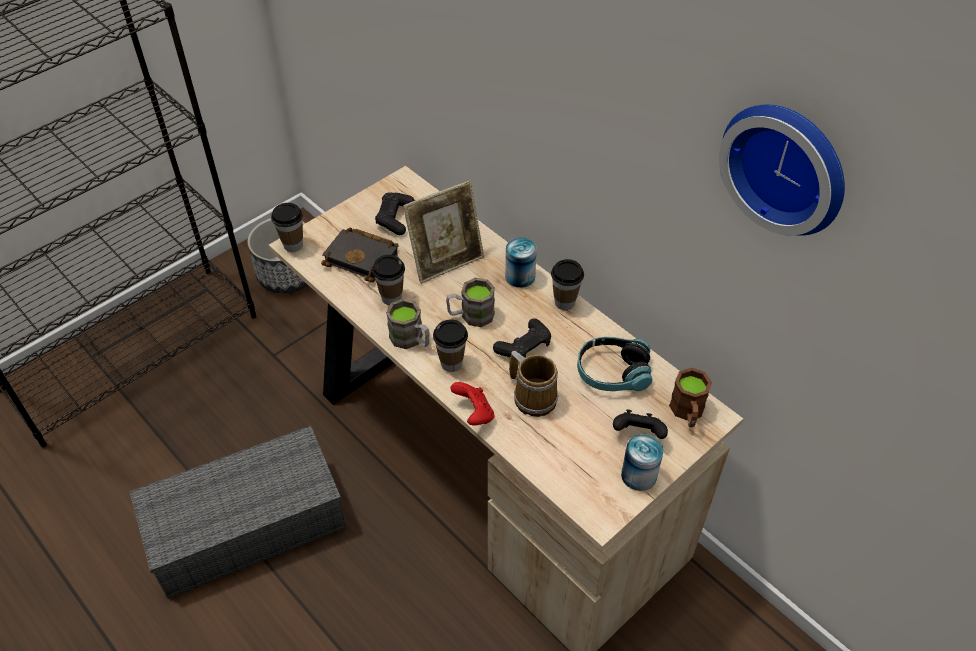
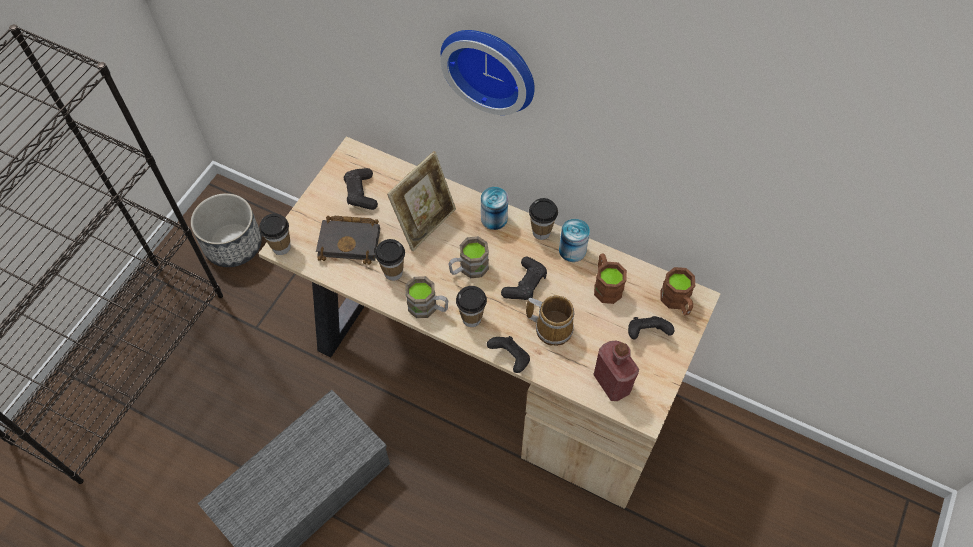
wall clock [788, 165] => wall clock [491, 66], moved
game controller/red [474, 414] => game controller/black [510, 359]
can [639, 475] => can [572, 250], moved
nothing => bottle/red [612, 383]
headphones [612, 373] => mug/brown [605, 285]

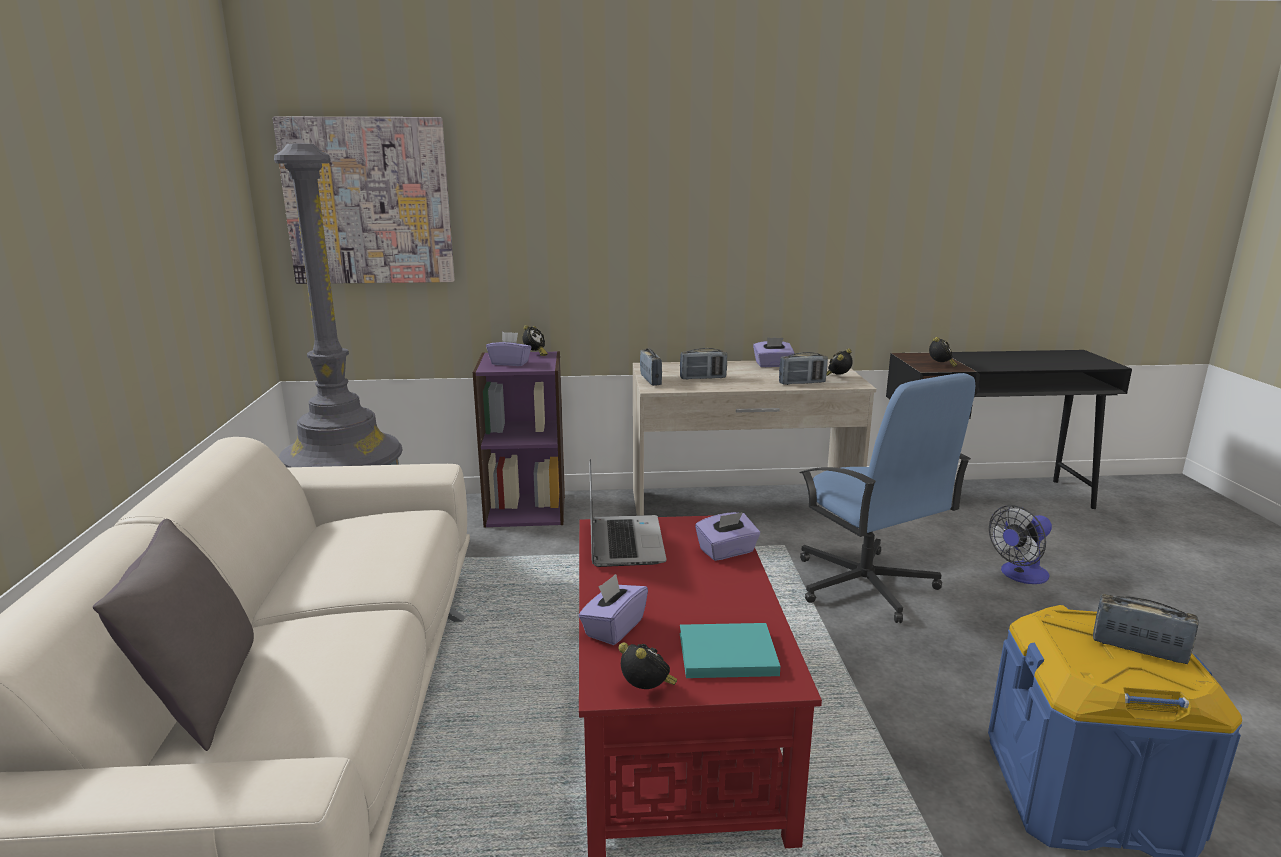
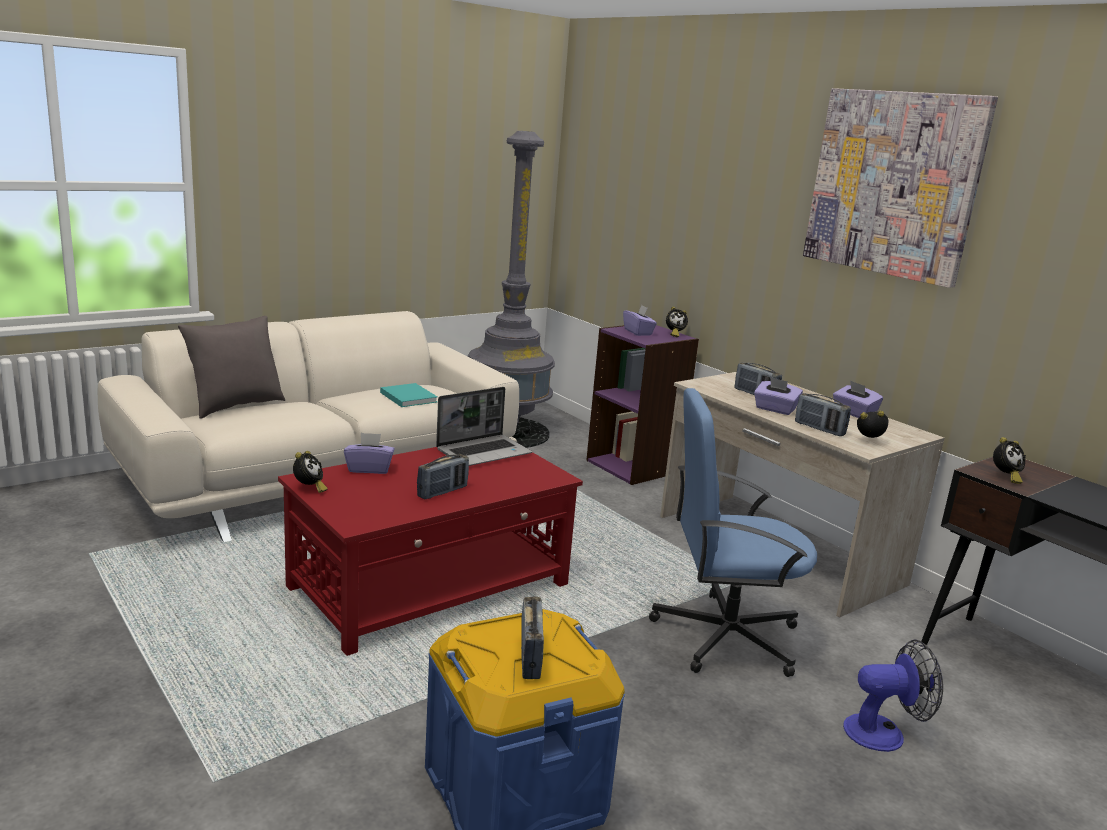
book/turquoise [724, 654] => book/turquoise [407, 397], moved
radio [650, 380] => radio [442, 492], moved
office chair/blue [865, 585] => office chair/blue [724, 636], 60 degrees clockwise
tissue box/purple [727, 551] => tissue box/purple [775, 409], moved
picture [368, 202] => picture [893, 184], moved
fan [1019, 575] => fan [884, 732], 150 degrees clockwise

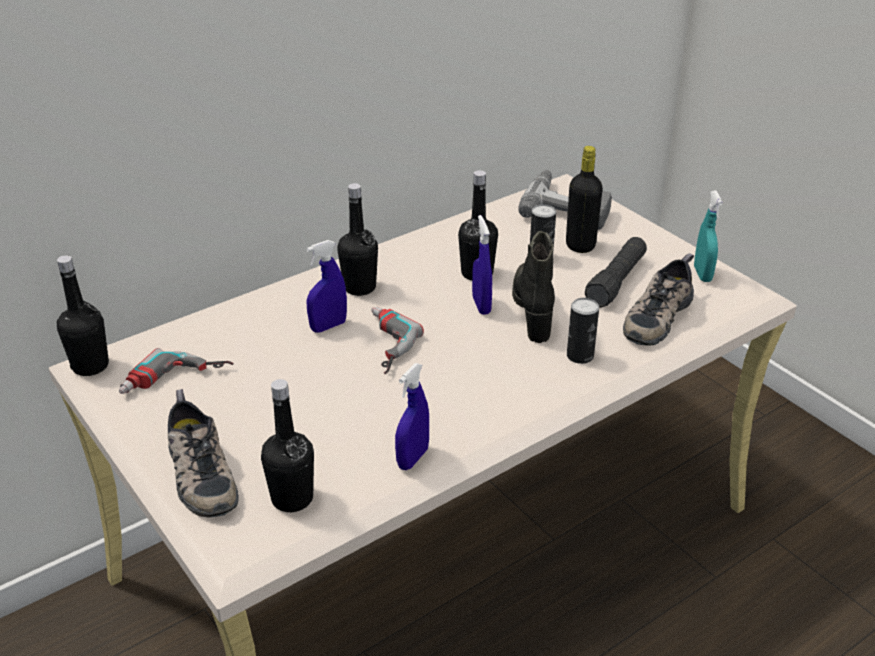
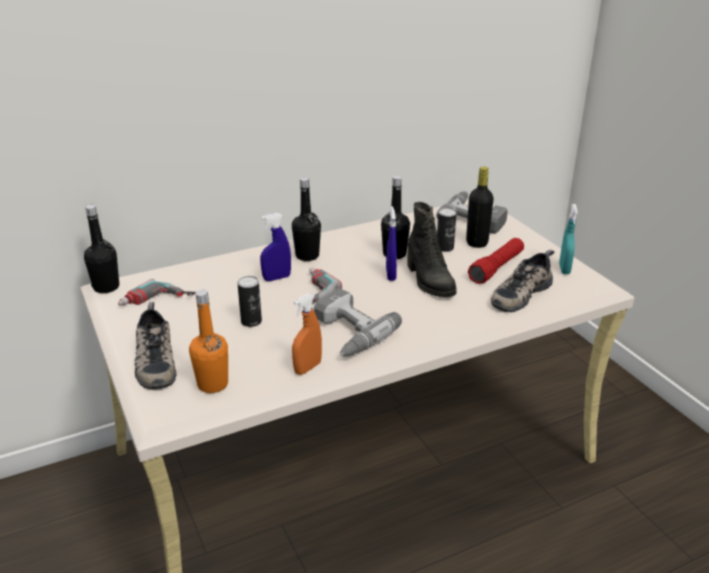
bottle/black [292, 498] => bottle/orange [213, 384]
can [580, 356] => can [251, 321], moved
spray bottle/blue [413, 458] => spray bottle/orange [307, 368]
nothing => power drill [346, 333]
boot/black [534, 310] => boot/black [429, 281], 150 degrees clockwise
flashlight/black [616, 282] => flashlight/red [496, 268]

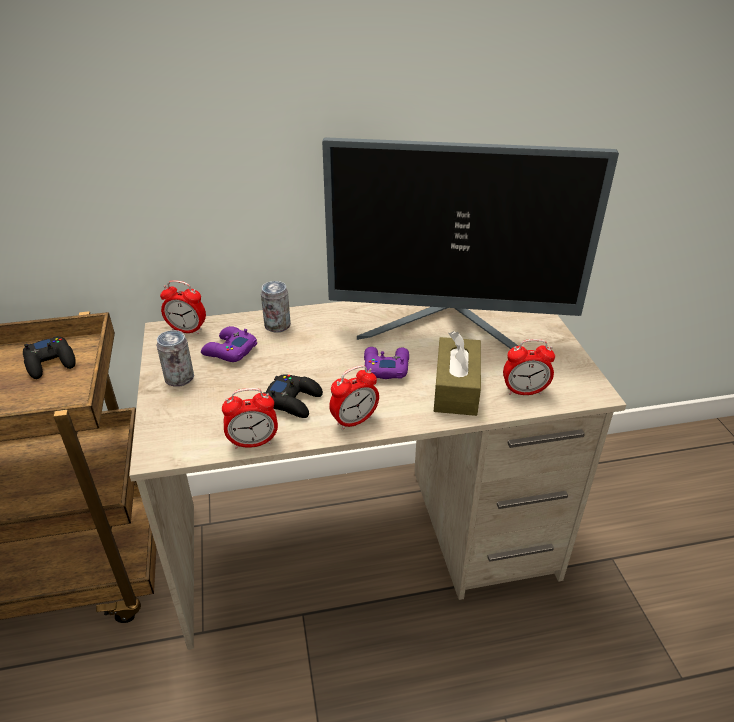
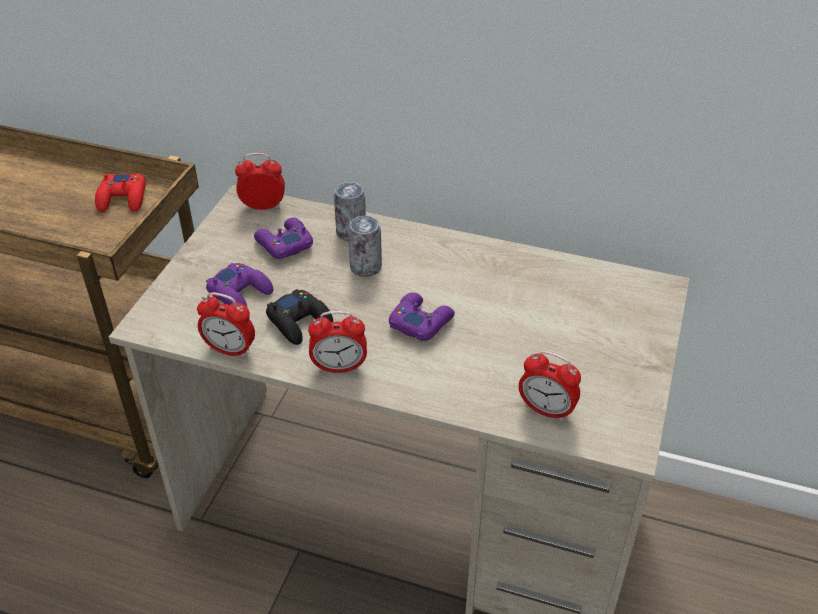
game controller/black [51, 362] => game controller/red [123, 198]
nothing => game controller/purple [240, 293]
alarm clock [187, 330] => alarm clock [263, 207], 135 degrees clockwise
can [179, 378] => can [366, 268], moved
monitor [450, 329] => nothing
tissue box/brown [456, 388] => nothing

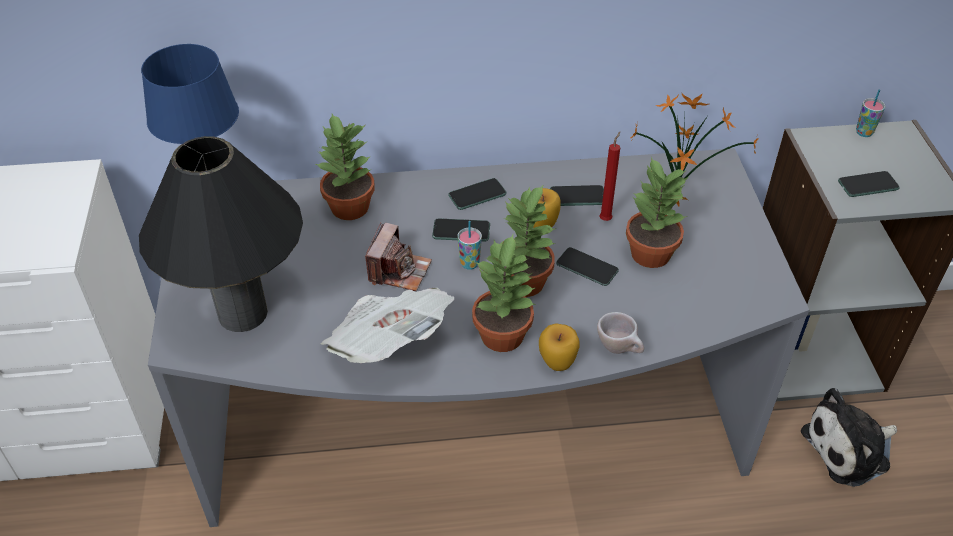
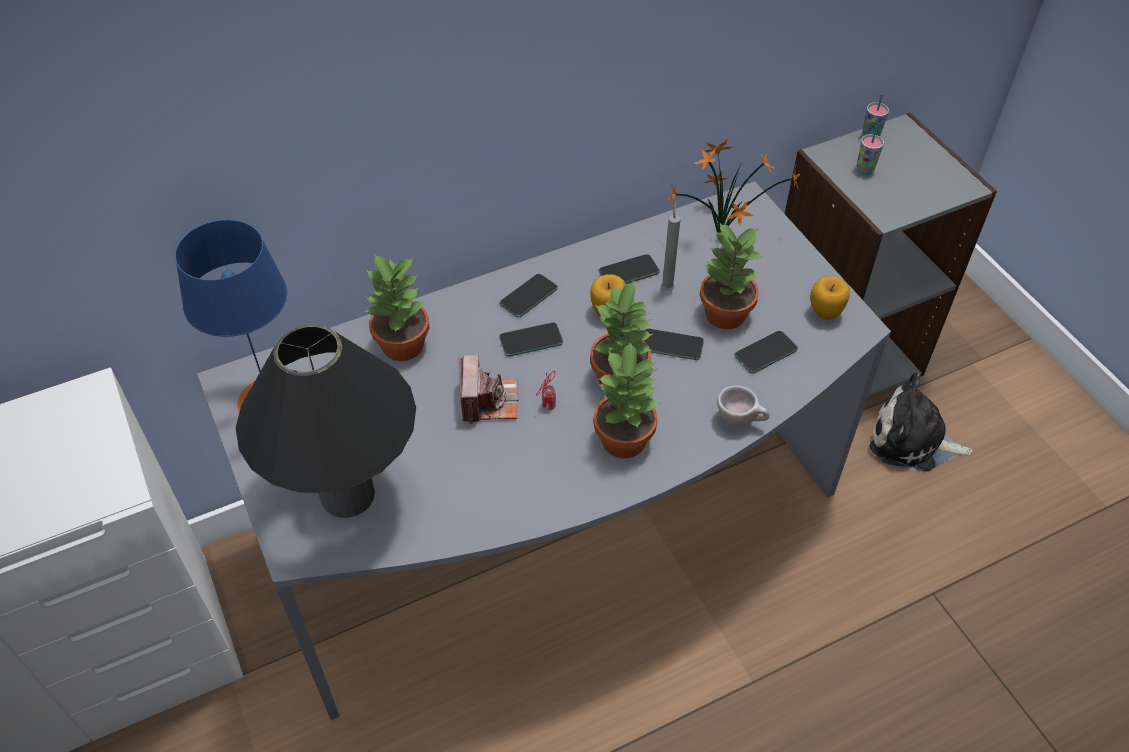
nothing => can [547, 407]
candle/red [606, 219] => candle/grey [667, 288]
phone [868, 185] => phone [765, 353], moved
apple [557, 363] => apple [825, 313], moved
cup [469, 263] => cup [864, 169], moved
plush toy [850, 449] => plush toy [912, 441], 60 degrees clockwise
newspaper [388, 344] => nothing

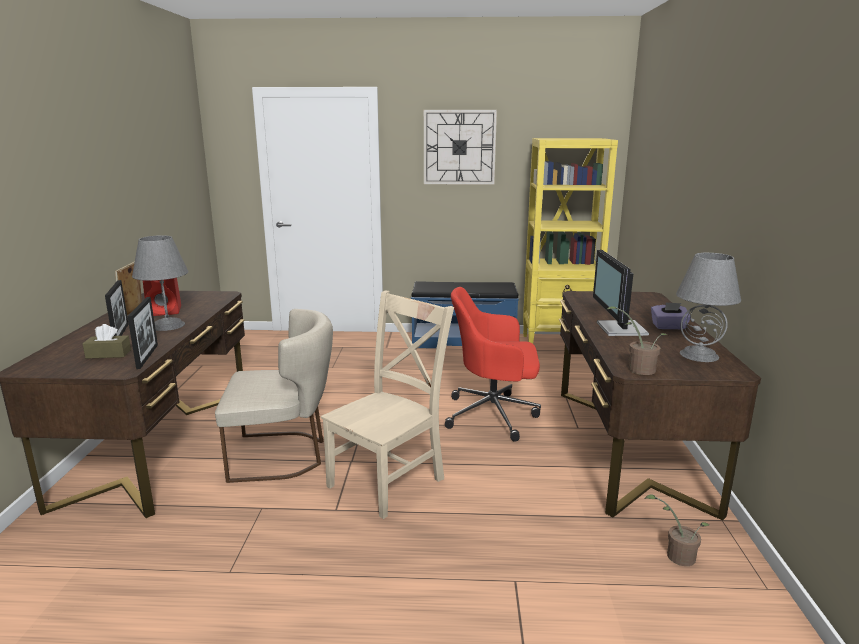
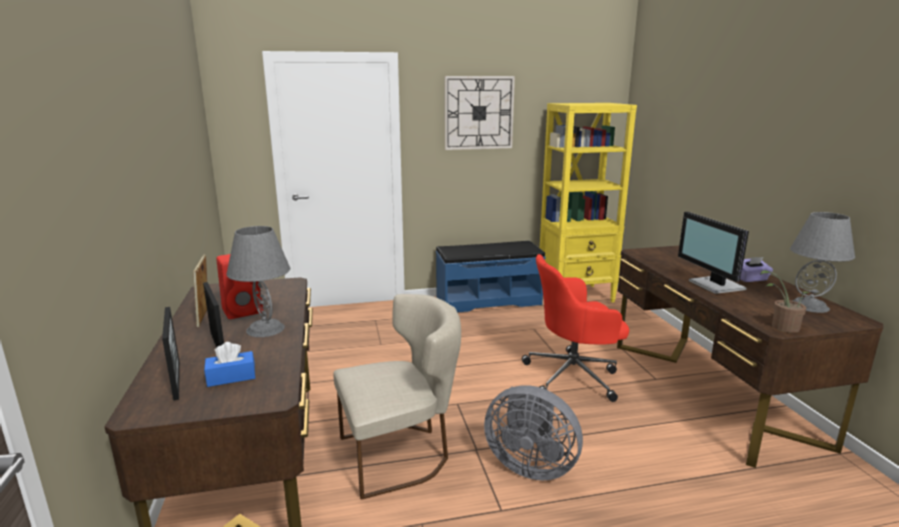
picture frame [147, 356] => picture frame [176, 380], moved
tissue box/brown [108, 354] => tissue box/blue [231, 377]
chair/beige [389, 480] => fan/grey [530, 465]
potted plant [676, 555] => nothing

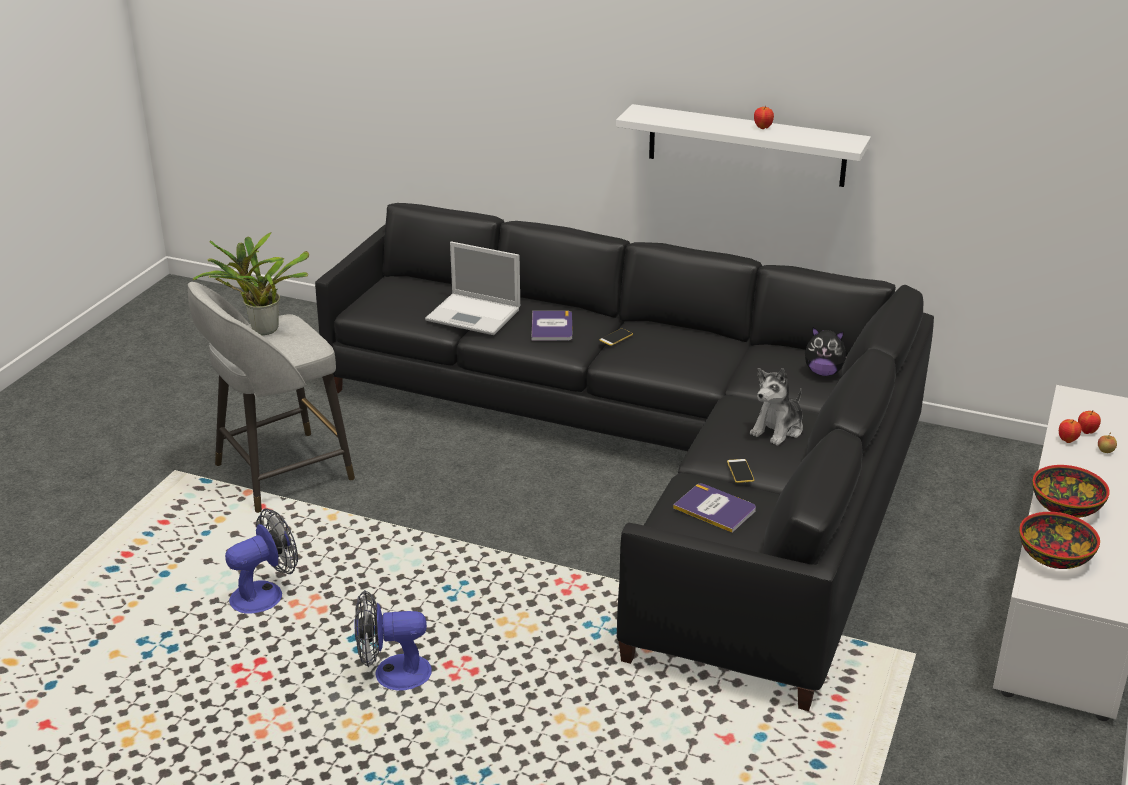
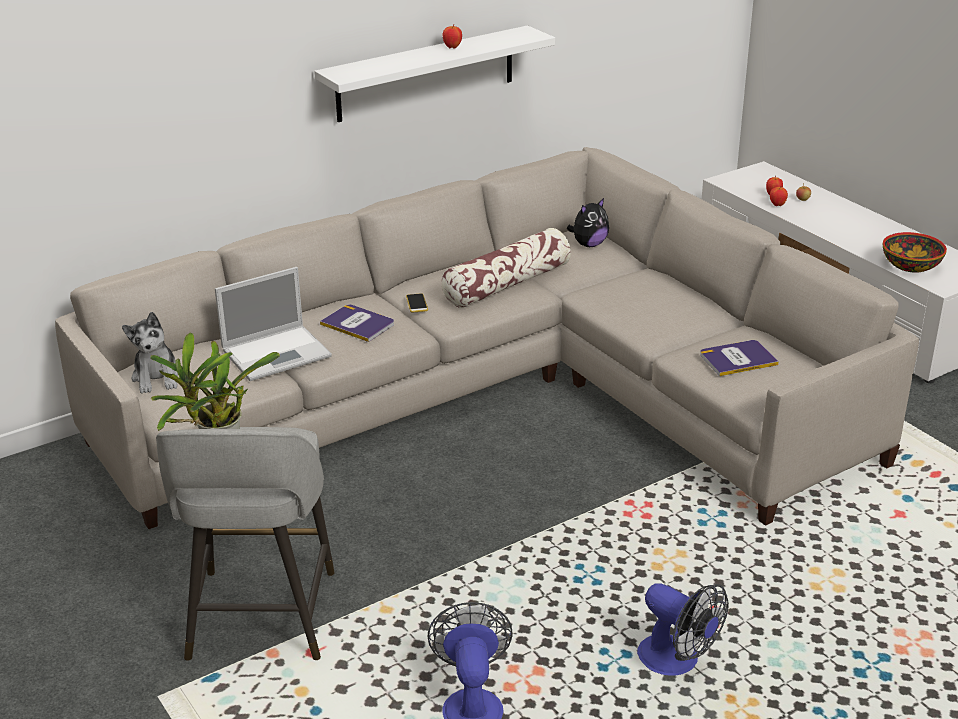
sofa/black [655, 459] => sofa/beige [500, 397]
plush toy [778, 429] => plush toy [157, 377], moved
nothing => pillow [507, 284]
fan [392, 674] => fan [677, 661], 75 degrees counterclockwise
phone [740, 471] => nothing
bowl [1067, 507] => nothing

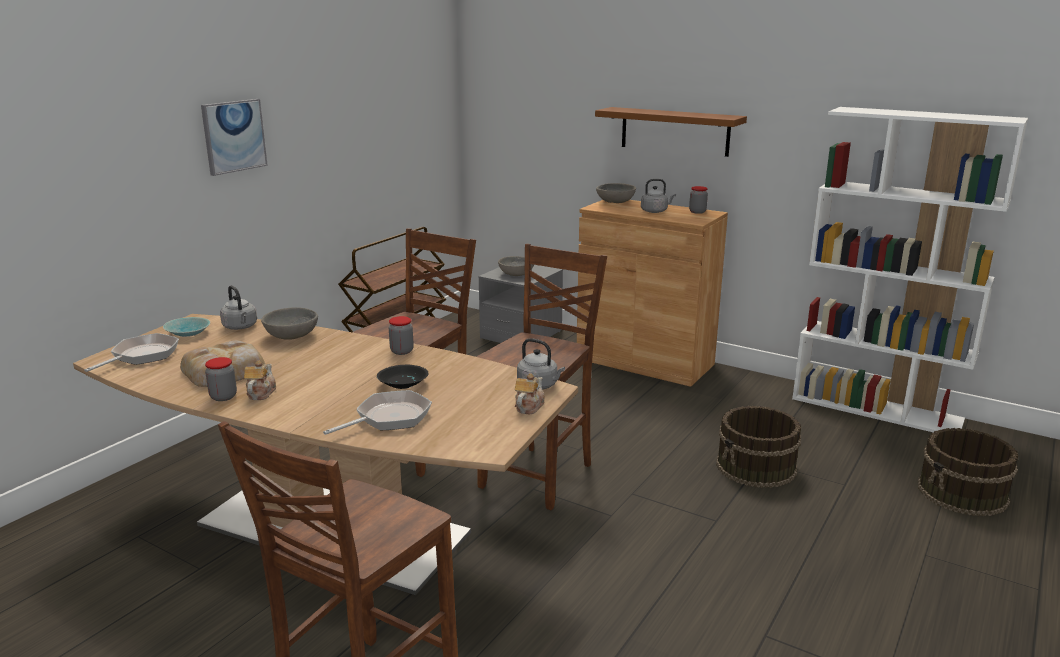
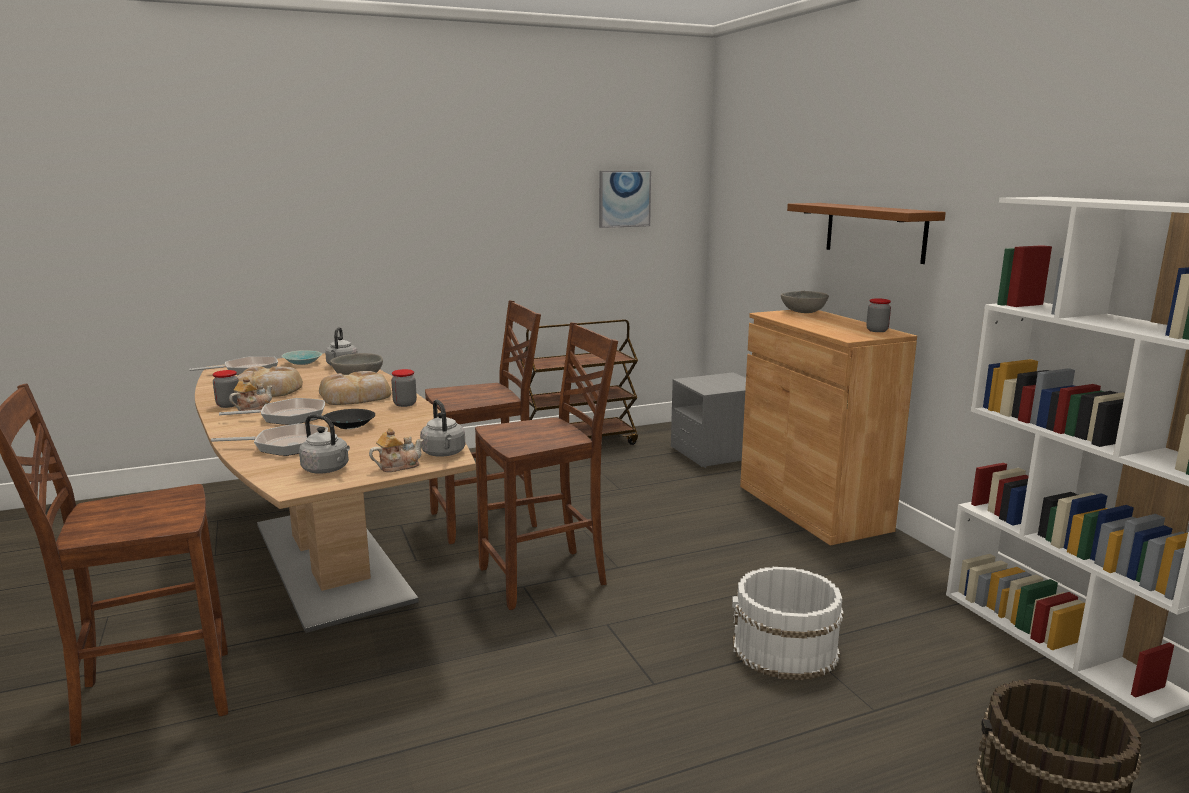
nothing => frying pan [288, 417]
kettle/grey [655, 211] => kettle/grey [327, 470], moved
nothing => bread [357, 396]
picture [234, 136] => picture [624, 198], moved
bucket/brown [756, 467] => bucket/white [784, 649]
bowl/grey [516, 274] => nothing

